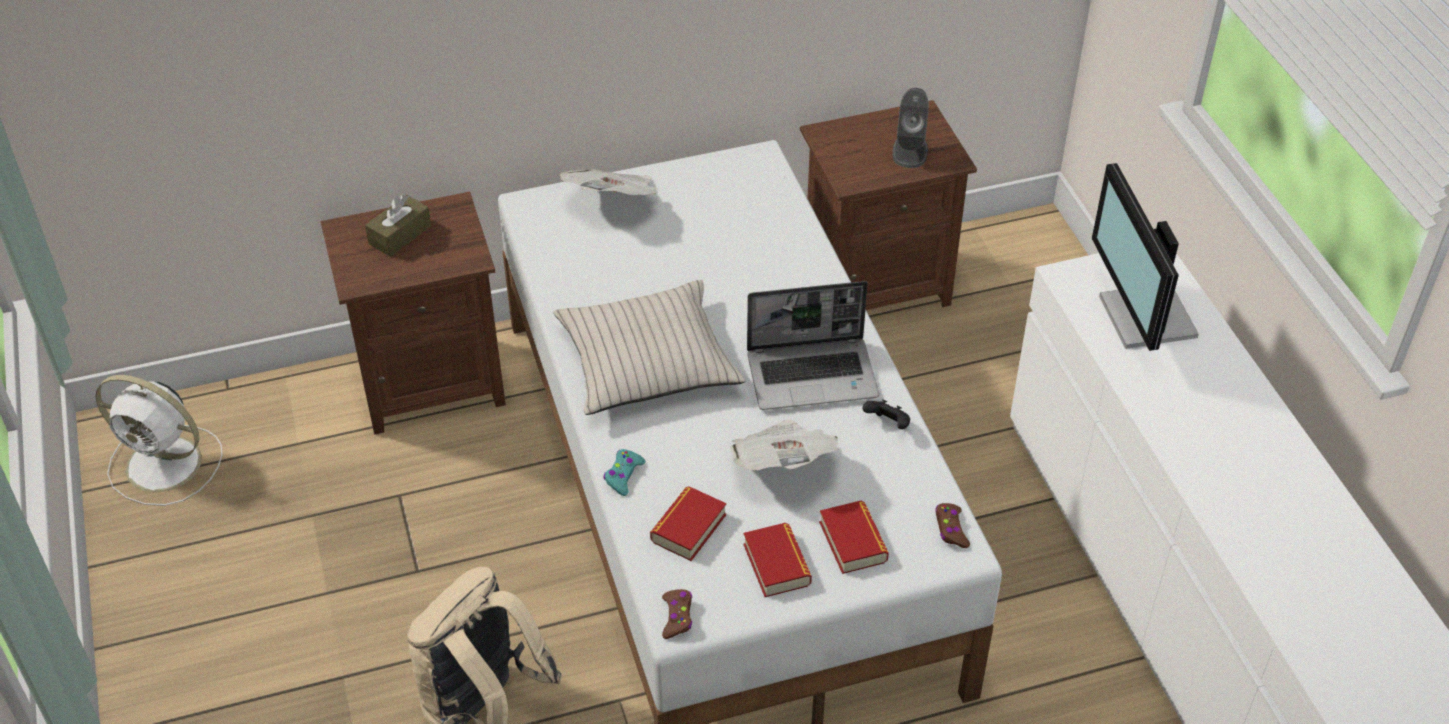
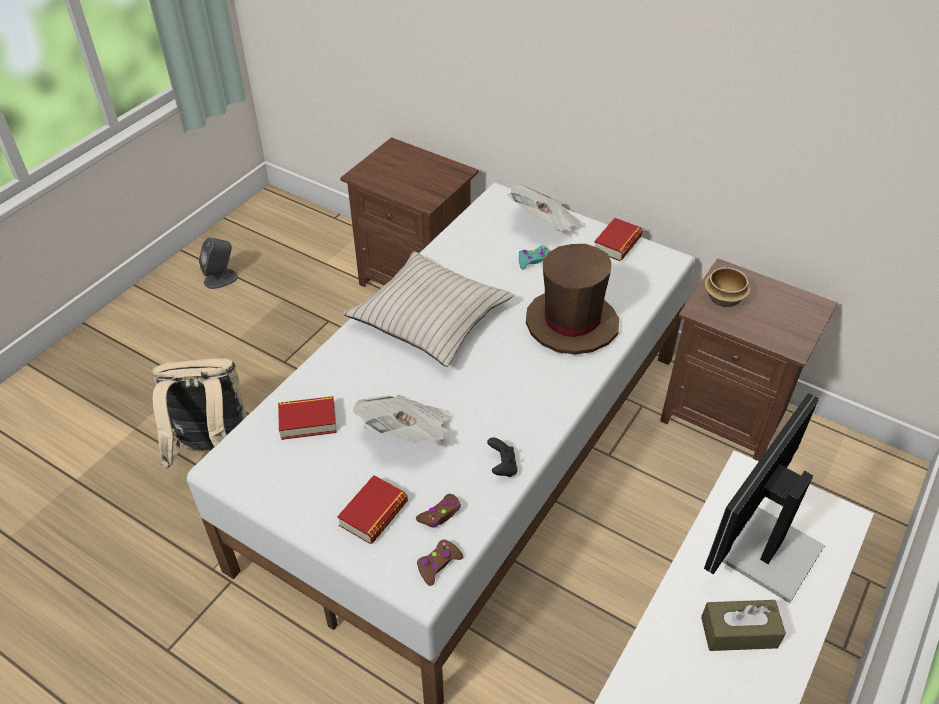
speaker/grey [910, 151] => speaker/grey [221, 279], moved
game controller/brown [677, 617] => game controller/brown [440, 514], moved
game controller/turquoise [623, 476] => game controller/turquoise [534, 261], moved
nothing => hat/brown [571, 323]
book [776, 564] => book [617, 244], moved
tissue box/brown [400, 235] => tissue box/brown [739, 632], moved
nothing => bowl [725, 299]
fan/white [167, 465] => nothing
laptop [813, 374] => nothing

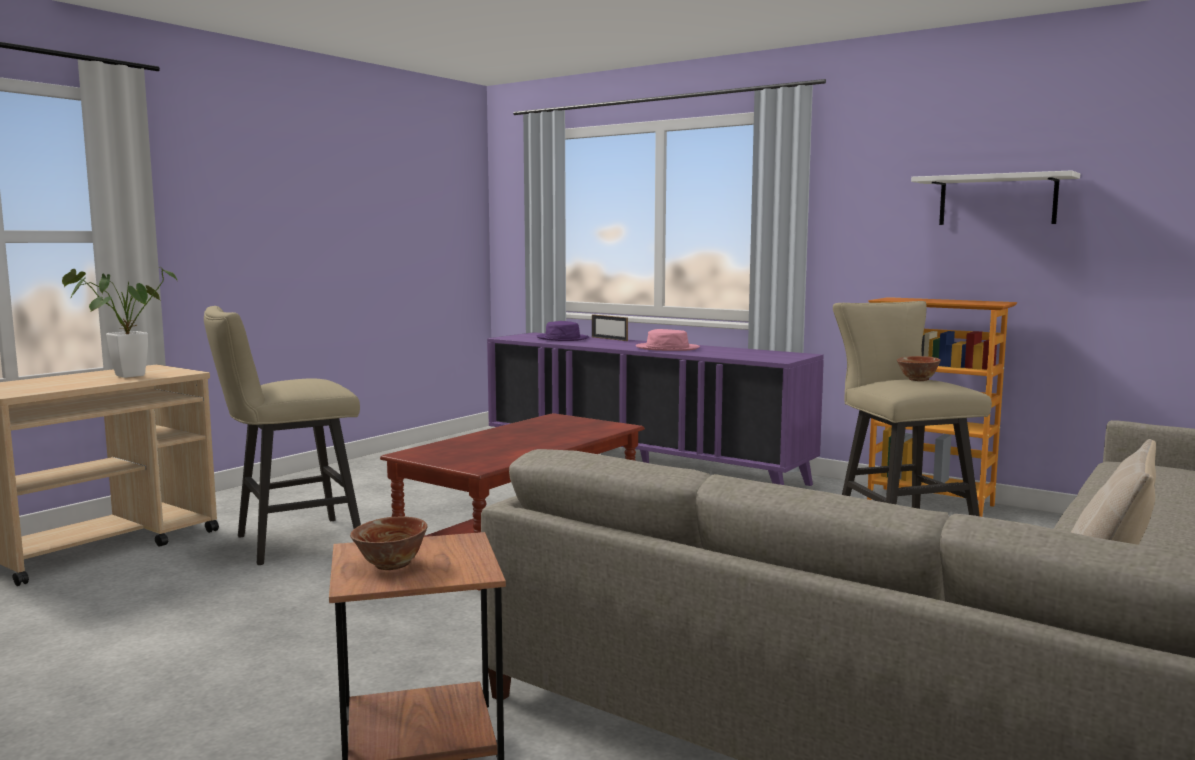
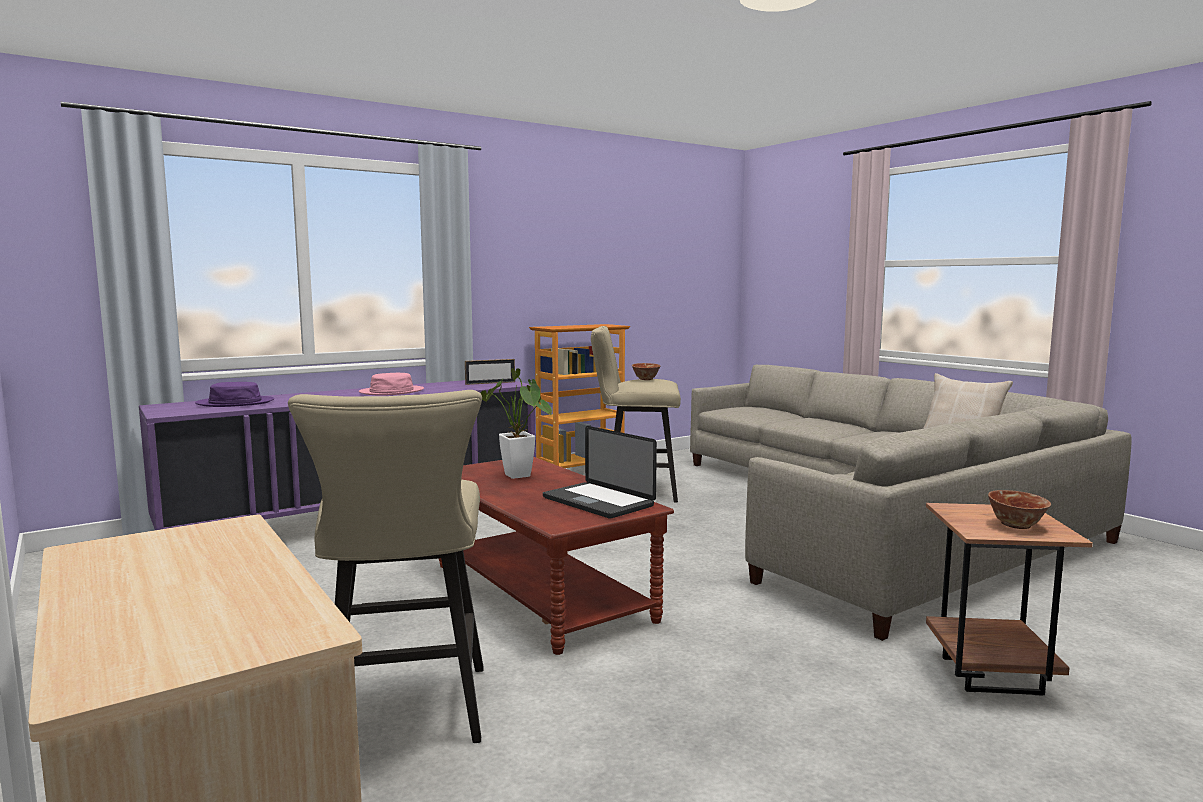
picture frame [609, 339] => picture frame [490, 383], moved
potted plant [122, 376] => potted plant [519, 477], moved
nothing => laptop [597, 502]
shelf/white [997, 200] => nothing

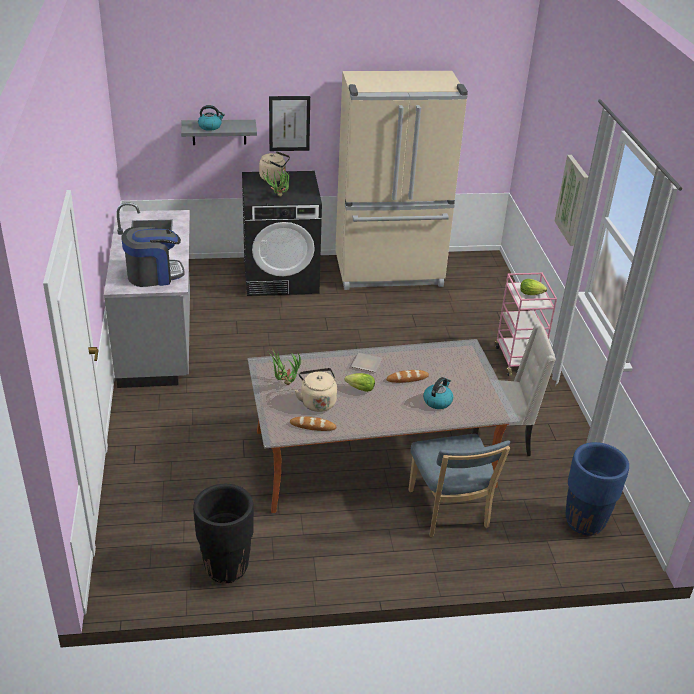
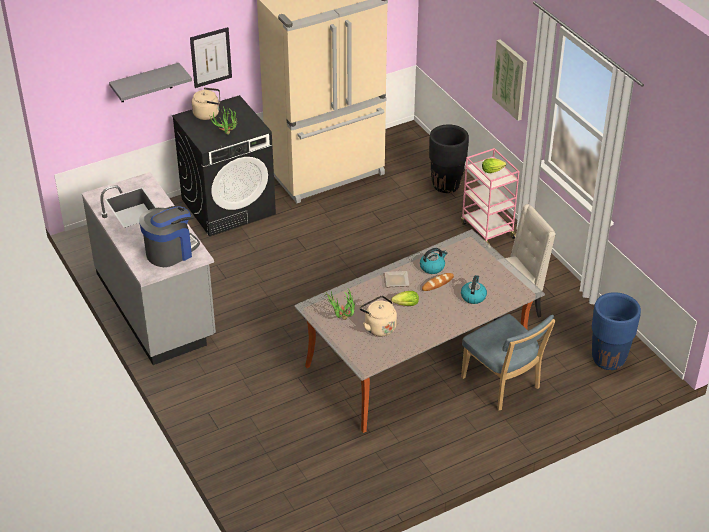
kettle [210, 127] => kettle [432, 267], moved
planter/black [226, 568] => planter/black [446, 185], moved
bread [313, 426] => nothing

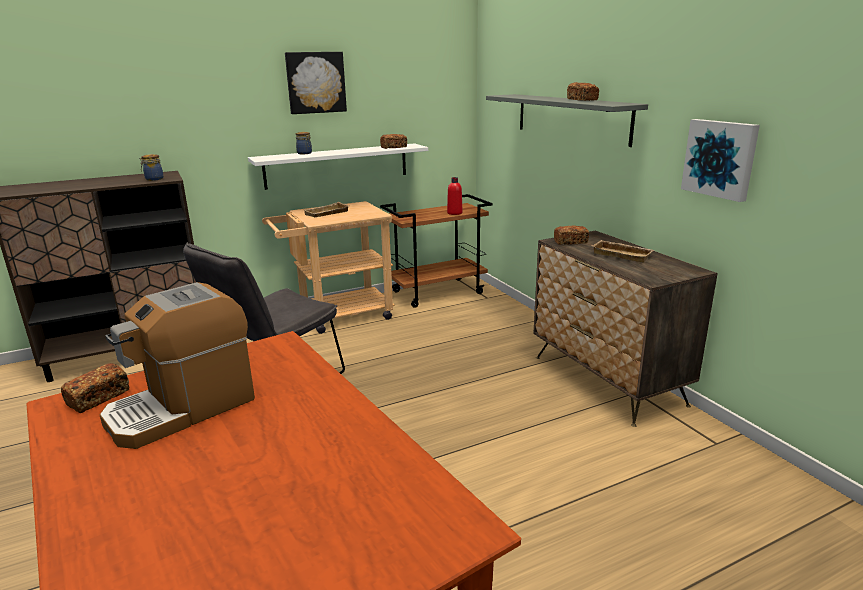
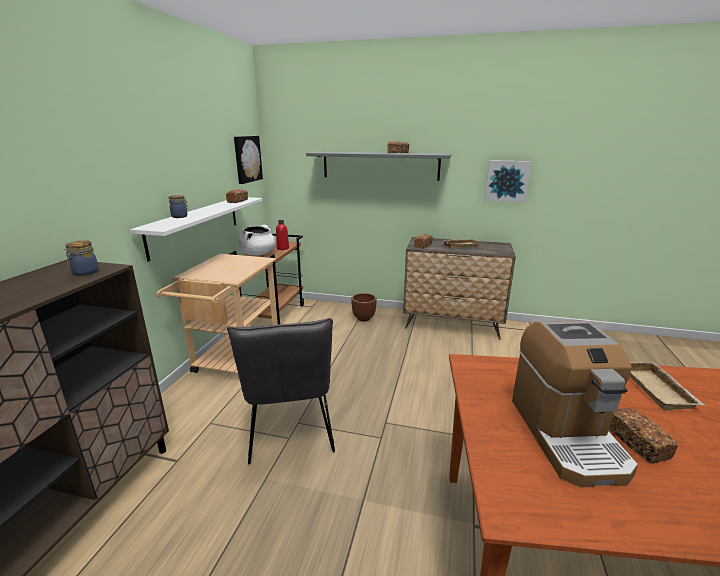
picture [315, 82] => picture [247, 159], moved
nothing => cooking pot/white [258, 253]
nothing => planter/brown [364, 318]
bread [98, 398] => bread [638, 444], moved
tray/beige [327, 213] => tray/beige [659, 390], moved

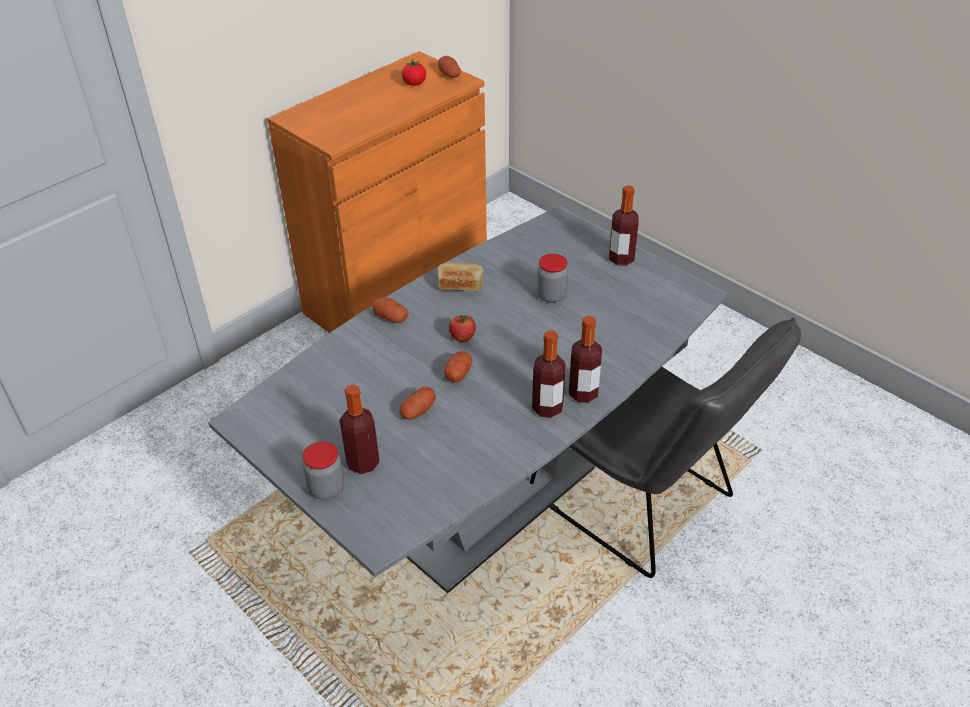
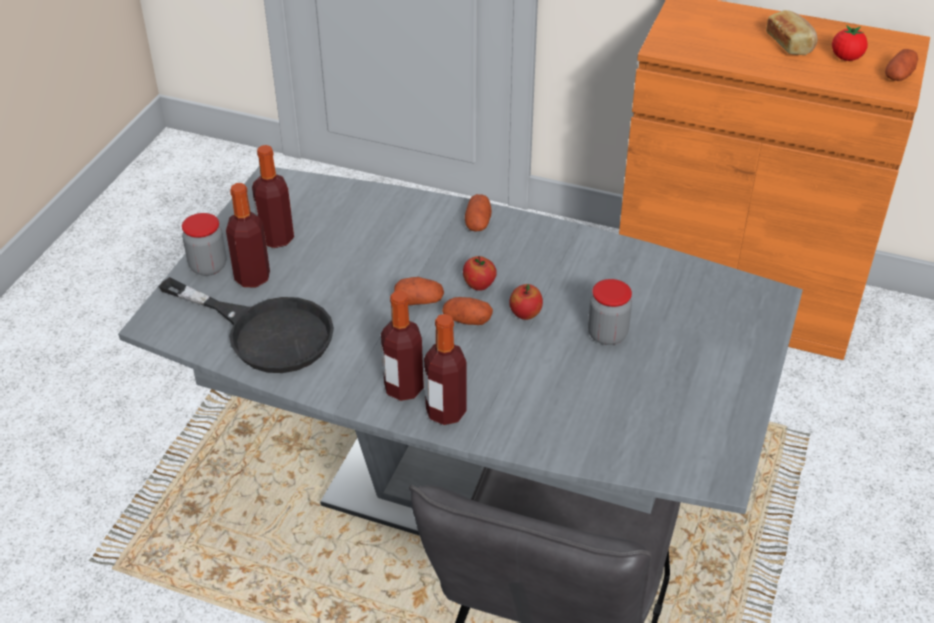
nothing => frying pan/black [266, 332]
bottle [621, 259] => bottle [276, 238], moved
potato [418, 411] => potato [467, 320], moved
nothing => apple [525, 314]
bread [460, 284] => bread [790, 43], moved

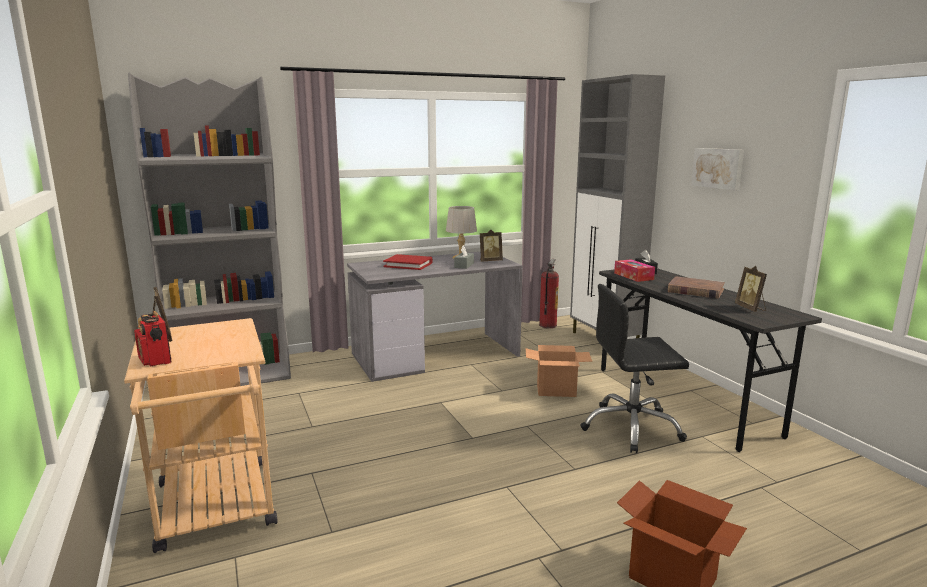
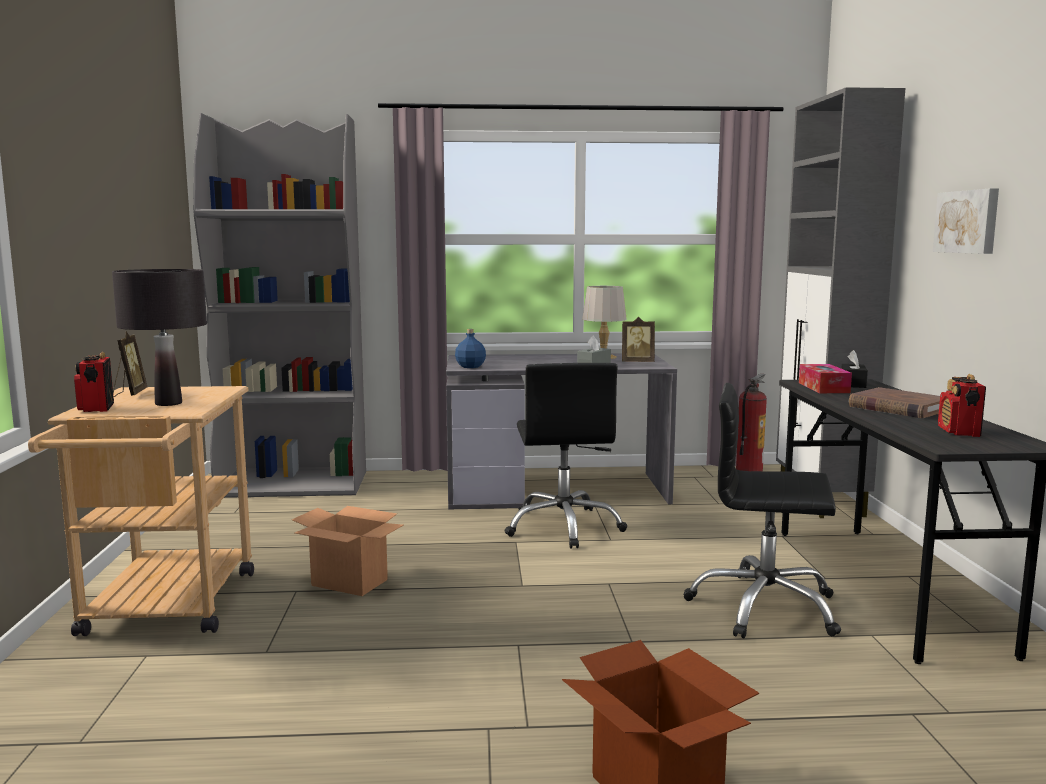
nothing => table lamp/black [168, 403]
cardboard box [556, 390] => cardboard box [350, 582], moved
nothing => bottle/blue [470, 366]
nothing => office chair/black [564, 527]
picture frame [751, 308] => radio [959, 432]
book/red [408, 264] => nothing

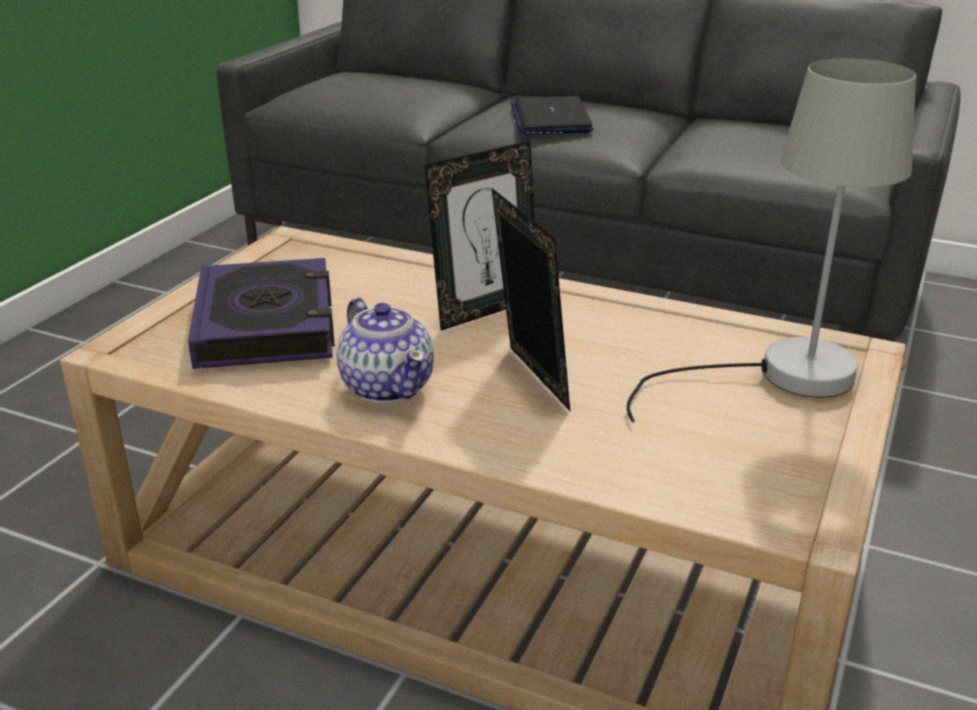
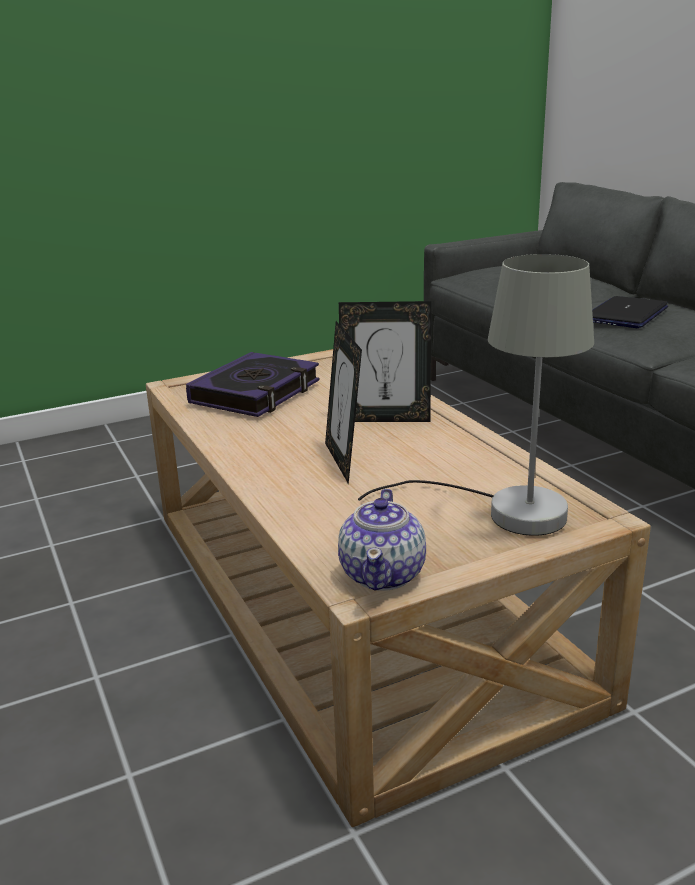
picture frame [528, 380] => picture frame [344, 461], 150 degrees clockwise
teapot [387, 386] => teapot [383, 574], moved

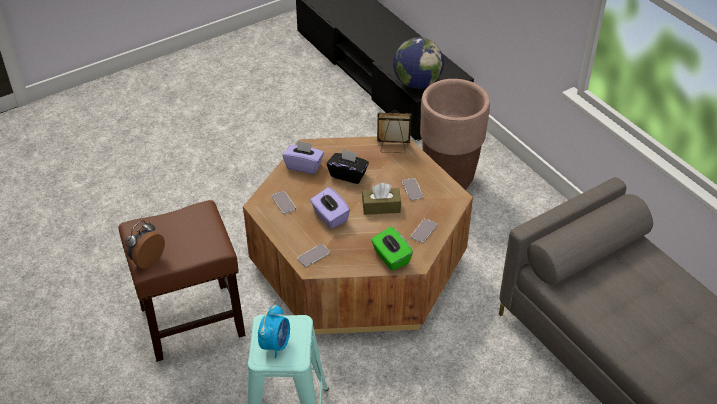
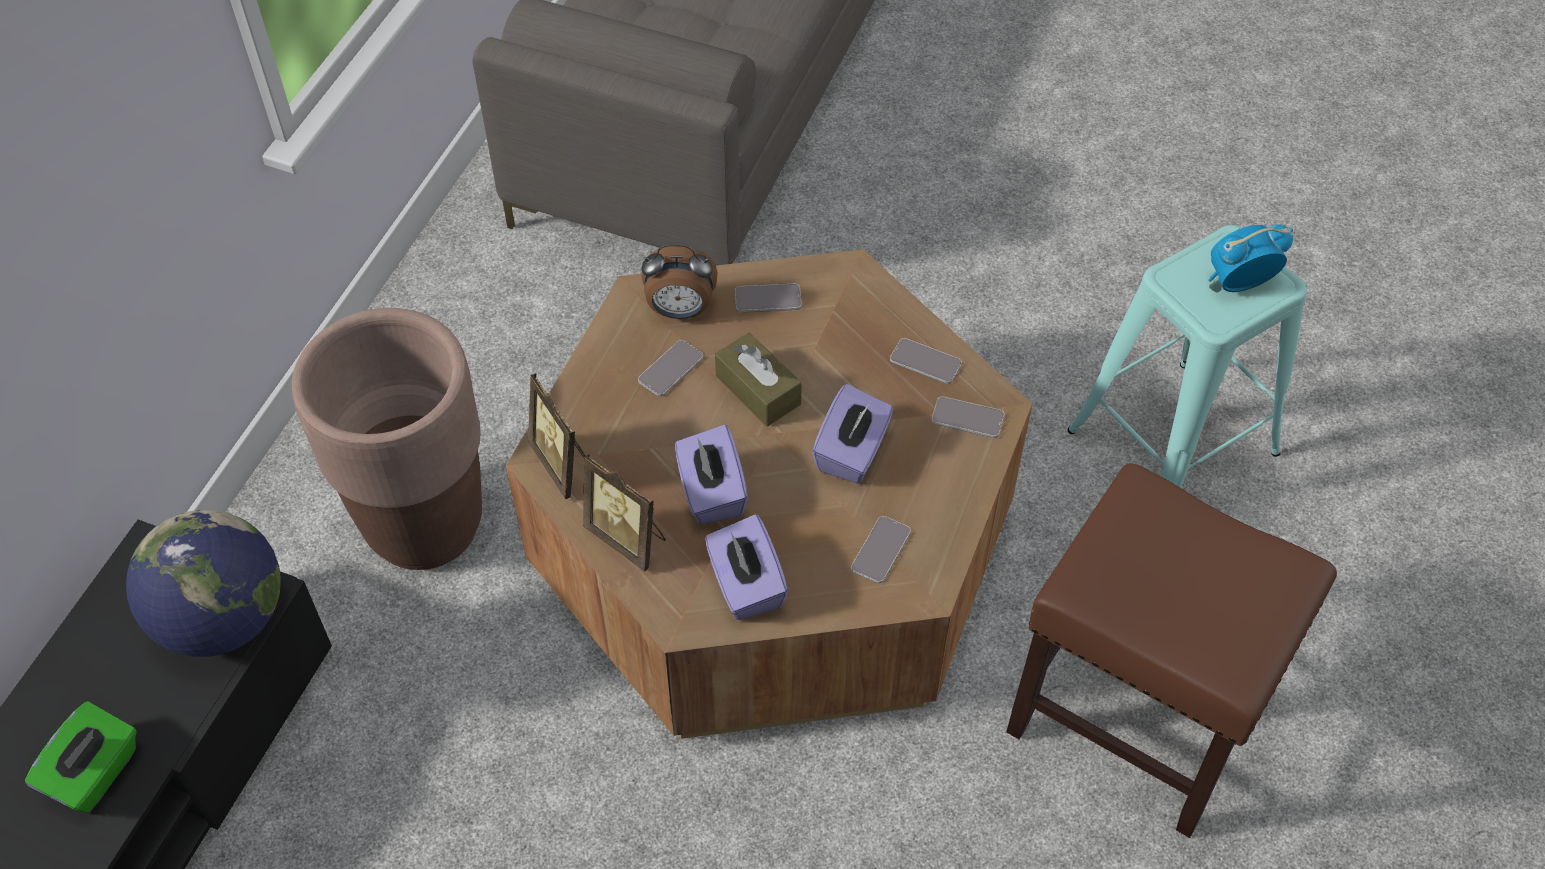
tissue box/green [391, 258] => tissue box/green [95, 773], moved
nothing => picture frame [628, 538]
alarm clock [146, 260] => alarm clock [680, 310], moved
tissue box/black [348, 175] => tissue box/purple [711, 492]
nothing => phone [925, 362]

